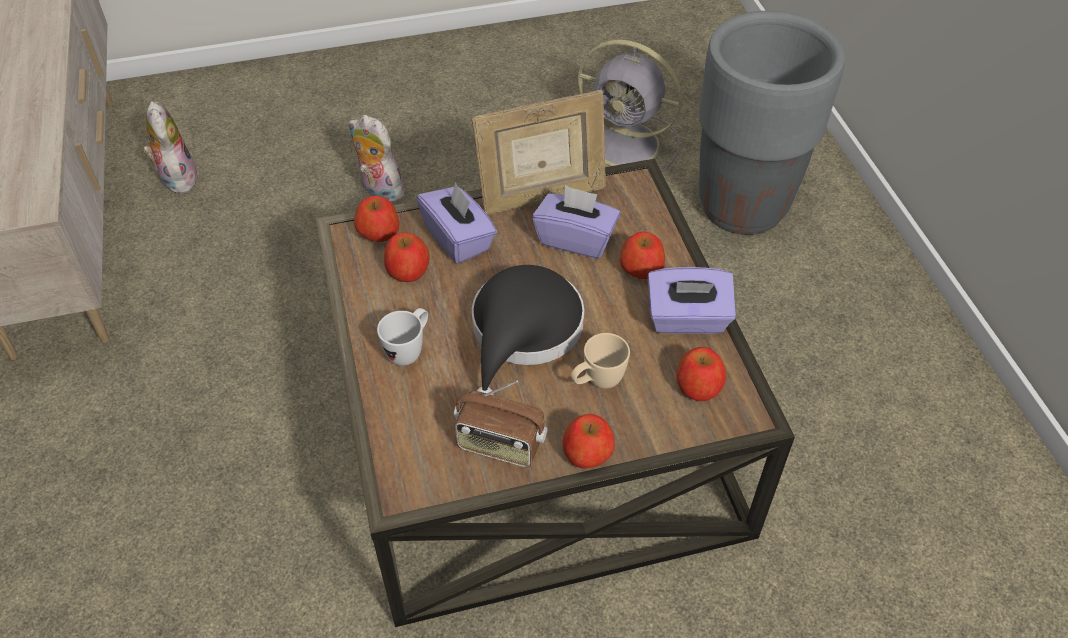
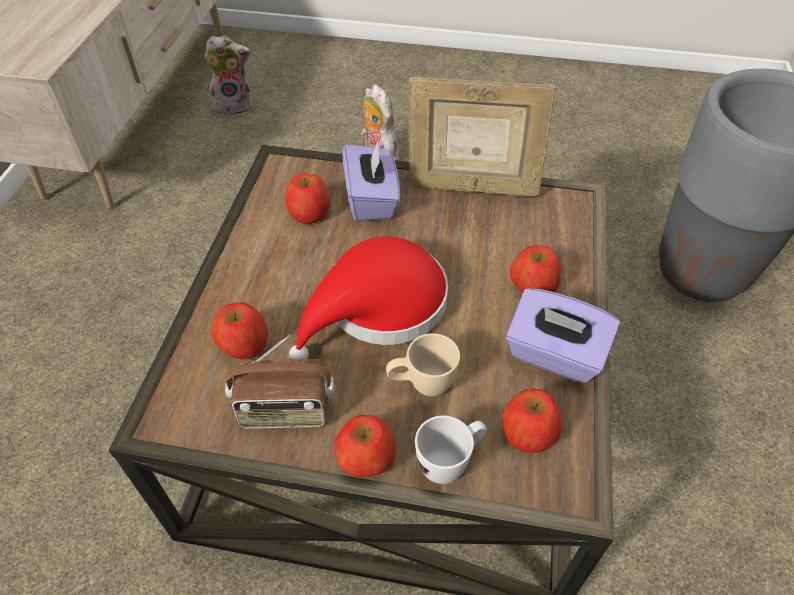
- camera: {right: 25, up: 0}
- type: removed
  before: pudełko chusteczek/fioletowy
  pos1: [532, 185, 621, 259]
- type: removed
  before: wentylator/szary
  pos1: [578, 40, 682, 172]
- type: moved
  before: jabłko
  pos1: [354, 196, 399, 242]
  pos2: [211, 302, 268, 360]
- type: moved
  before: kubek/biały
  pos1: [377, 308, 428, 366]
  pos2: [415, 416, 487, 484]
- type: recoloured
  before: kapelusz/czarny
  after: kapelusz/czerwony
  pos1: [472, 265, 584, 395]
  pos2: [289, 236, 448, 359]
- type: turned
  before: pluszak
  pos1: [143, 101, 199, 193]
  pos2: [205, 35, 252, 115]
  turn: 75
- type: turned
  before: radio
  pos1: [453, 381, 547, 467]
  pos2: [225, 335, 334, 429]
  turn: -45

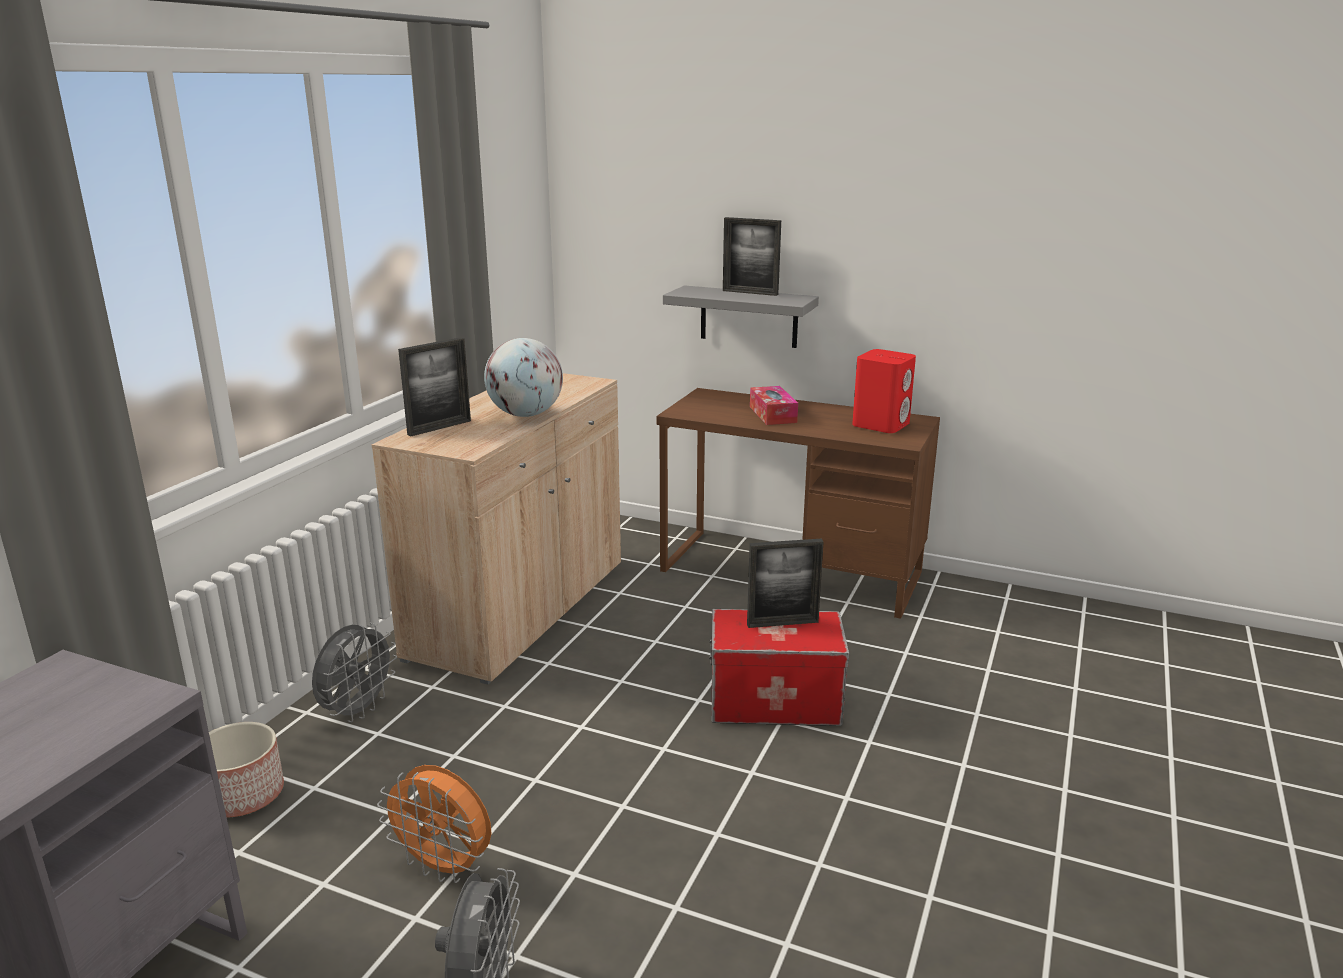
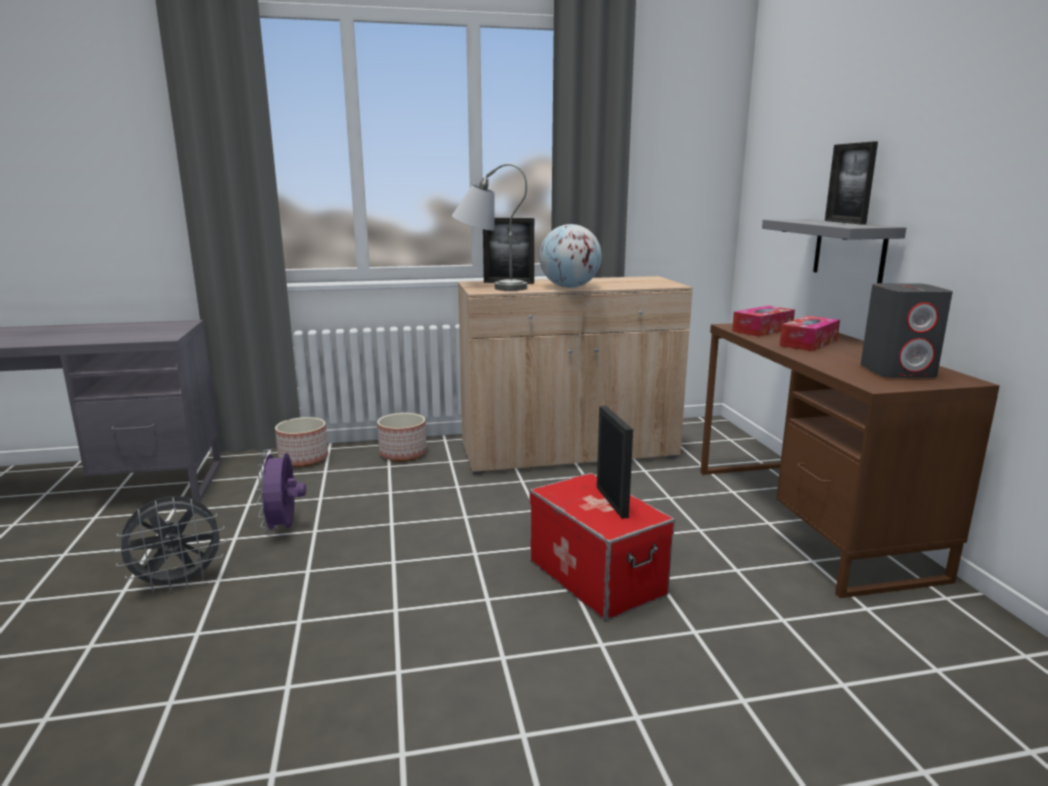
- camera: {right: 55, up: -5}
- type: added
  after: lampa stołowa/szary
  pos2: [452, 163, 527, 291]
- type: added
  after: pudełko chusteczek
  pos2: [732, 306, 795, 337]
- type: replaced
  before: wentylator/szary
  after: donica
  pos1: [312, 623, 397, 722]
  pos2: [377, 413, 427, 461]
- type: recoloured
  before: wentylator/pomarańczowy
  after: wentylator/fioletowy
  pos1: [377, 765, 492, 883]
  pos2: [256, 449, 306, 536]
- type: recoloured
  before: głośnik/czerwony
  after: głośnik/szary
  pos1: [852, 349, 916, 433]
  pos2: [861, 283, 953, 378]
- type: turned
  before: ramka na zdjęcie
  pos1: [747, 539, 823, 628]
  pos2: [597, 406, 633, 519]
  turn: -150

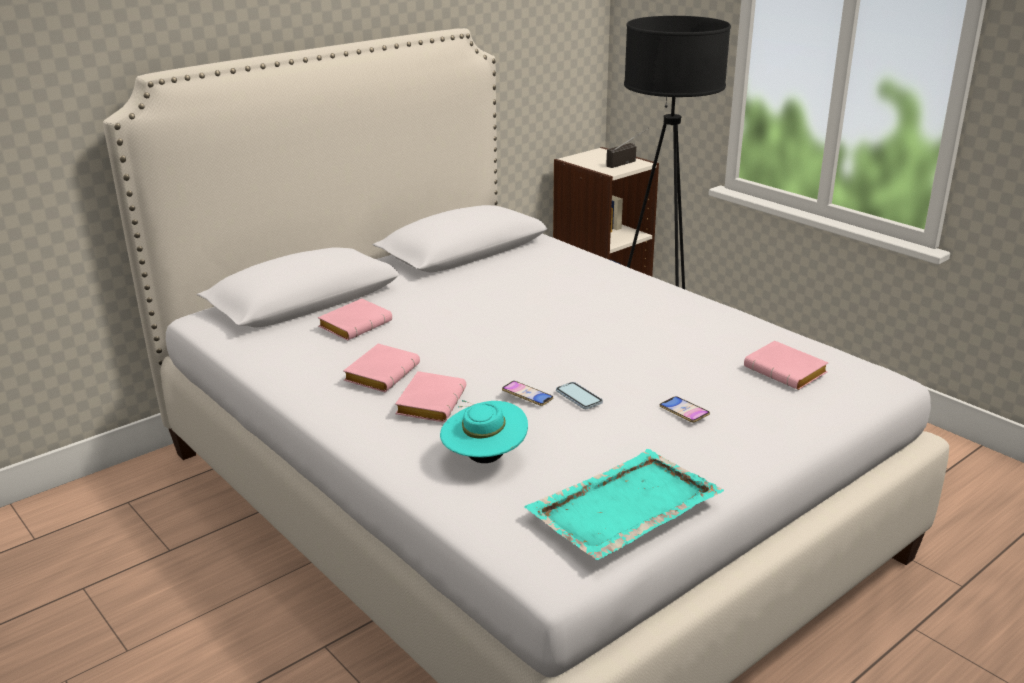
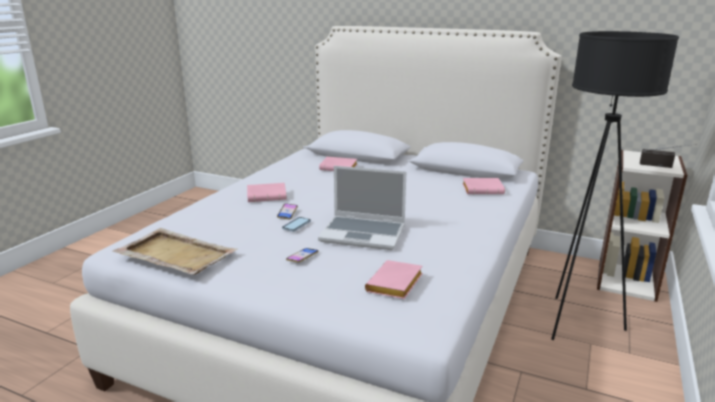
- camera: {right: 65, up: -5}
- type: removed
  before: kapelusz/turkusowy
  pos1: [440, 400, 528, 463]
- type: added
  after: laptop
  pos2: [318, 166, 406, 250]
- type: moved
  before: książka/różowy
  pos1: [343, 344, 420, 392]
  pos2: [462, 178, 505, 195]
- type: recoloured
  before: taca/turkusowy
  after: taca/beżowy
  pos1: [524, 449, 724, 560]
  pos2: [113, 228, 238, 274]

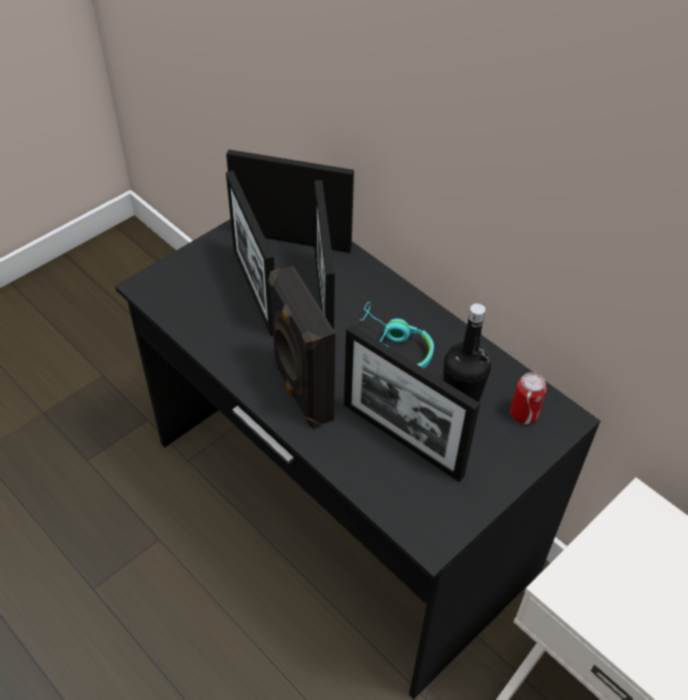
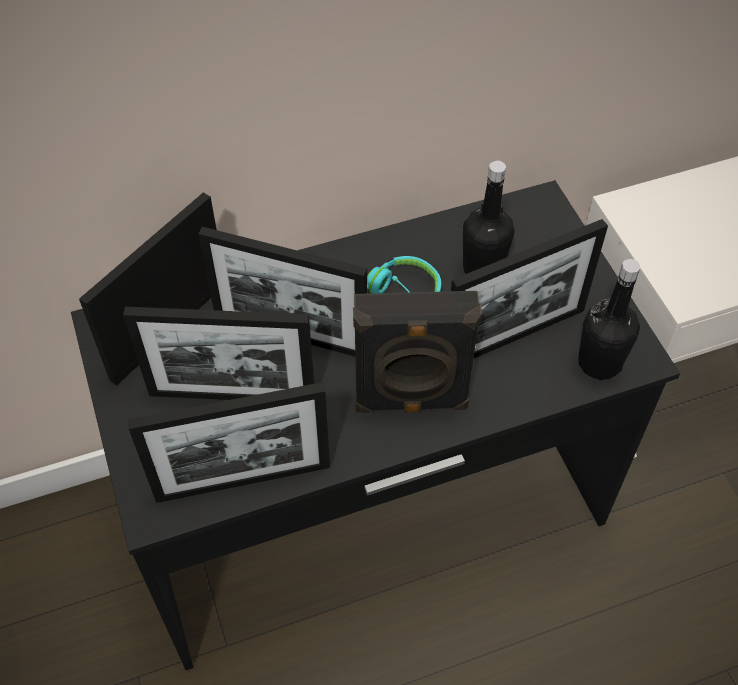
- camera: {right: -65, up: 5}
- type: removed
  before: puszka
  pos1: [510, 372, 547, 424]
- type: added
  after: ramka na zdjęcie
  pos2: [128, 382, 330, 503]
- type: added
  after: butelka/czarny
  pos2: [578, 259, 640, 380]

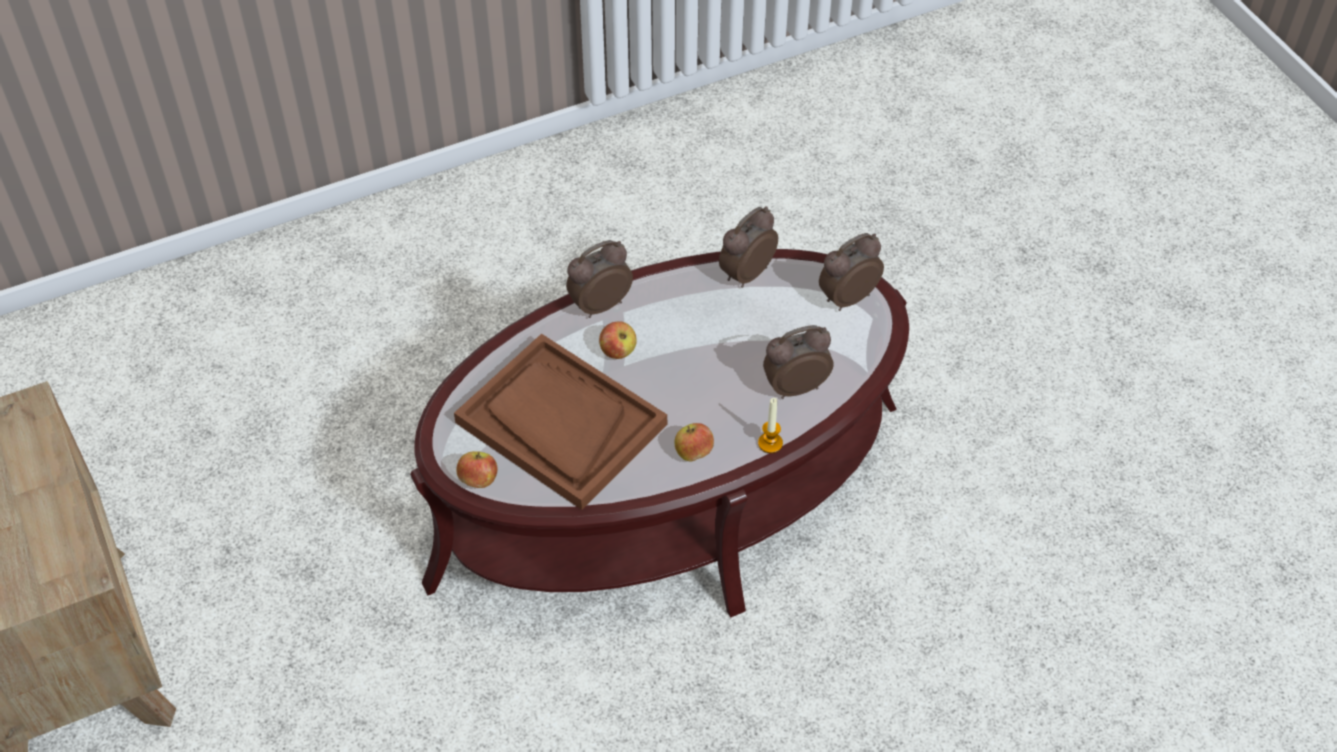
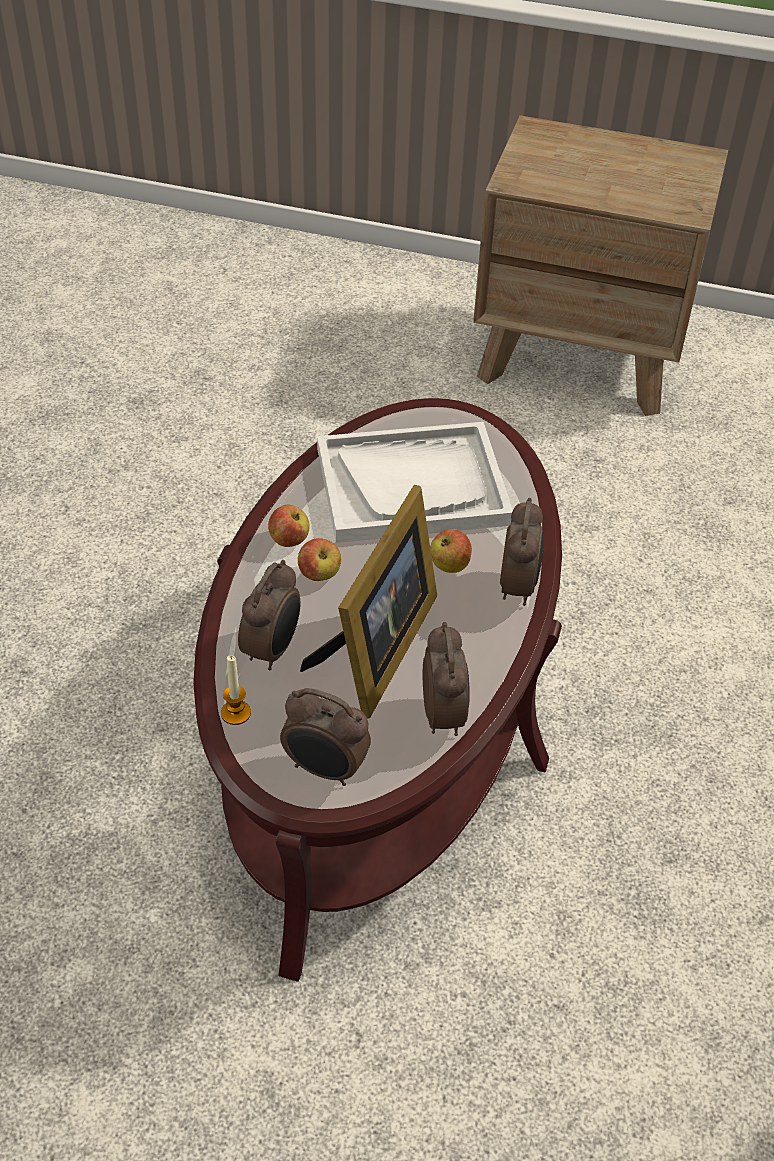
- camera: {right: 130, up: -5}
- type: added
  after: ramka na zdjęcie
  pos2: [300, 485, 437, 719]
- type: moved
  before: jabłko
  pos1: [456, 451, 497, 488]
  pos2: [298, 538, 341, 581]
- type: moved
  before: świeca
  pos1: [758, 398, 783, 453]
  pos2: [221, 655, 251, 725]
- type: recoloured
  before: taca/brązowy
  after: taca/biały
  pos1: [454, 334, 667, 510]
  pos2: [317, 422, 513, 543]
- type: turned
  before: budzik
  pos1: [819, 233, 884, 311]
  pos2: [280, 688, 371, 786]
  turn: 105

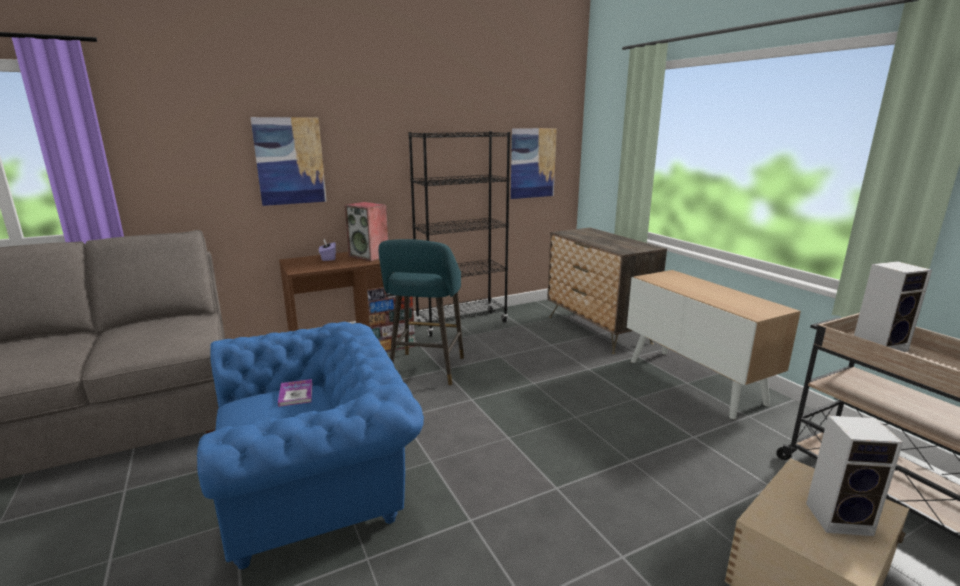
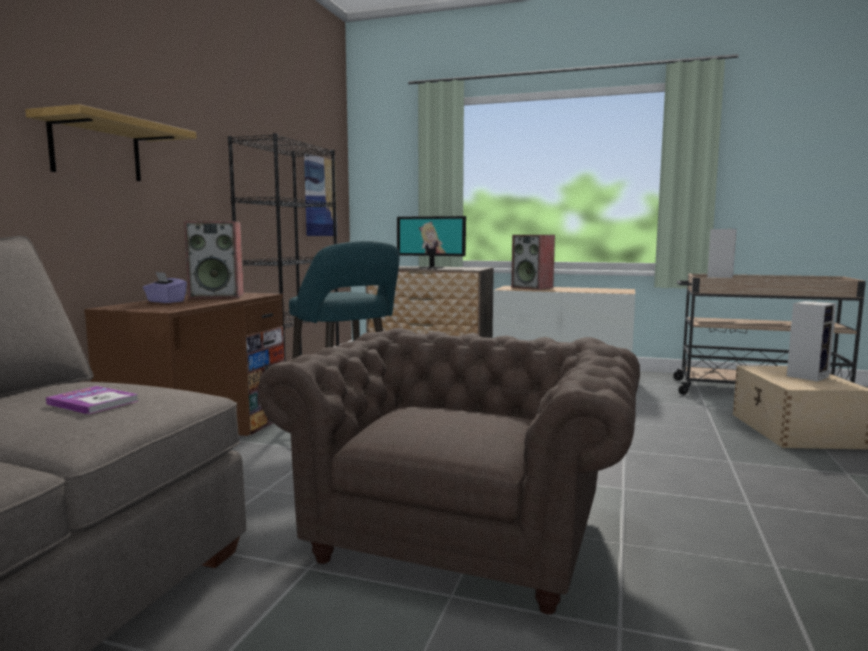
- camera: {right: -45, up: -10}
- type: added
  after: monitor
  pos2: [397, 216, 466, 268]
- type: added
  after: głośnik
  pos2: [511, 235, 555, 290]
- type: moved
  before: książka
  pos1: [278, 379, 312, 407]
  pos2: [46, 386, 138, 415]
- type: replaced
  before: obraz
  after: półka
  pos1: [250, 117, 327, 206]
  pos2: [25, 104, 197, 181]
- type: recoloured
  before: fotel/niebieski
  after: fotel/brązowy
  pos1: [197, 322, 424, 569]
  pos2: [258, 328, 640, 614]

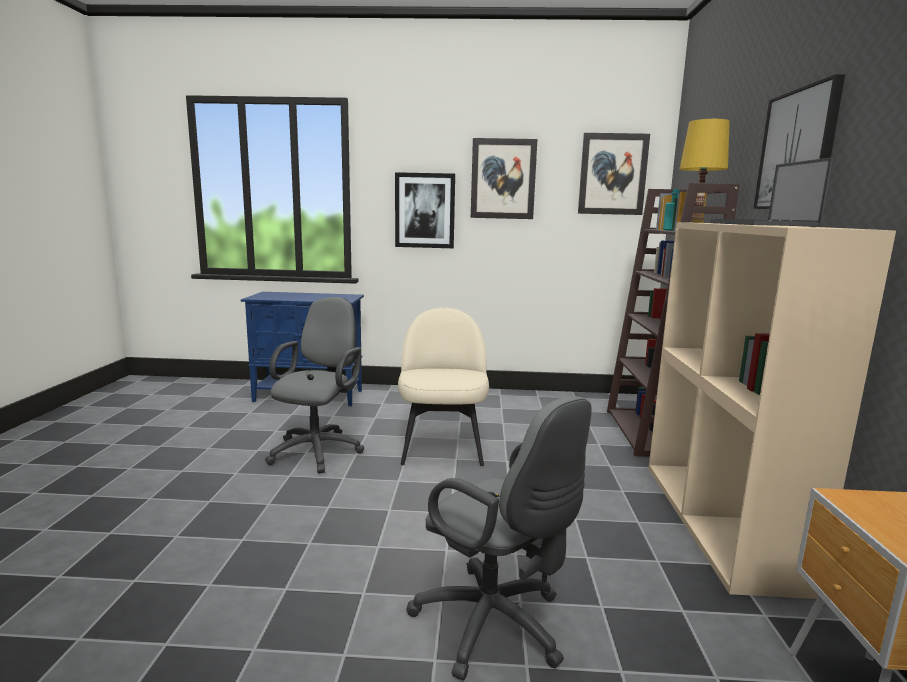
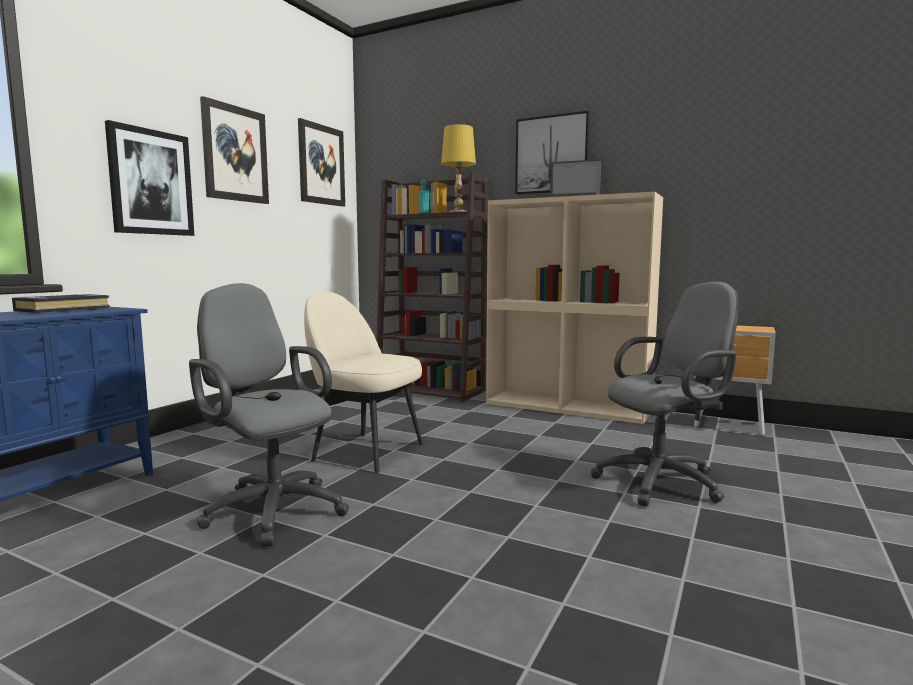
- camera: {right: -65, up: -5}
- type: added
  after: książka/czarny
  pos2: [12, 294, 110, 313]

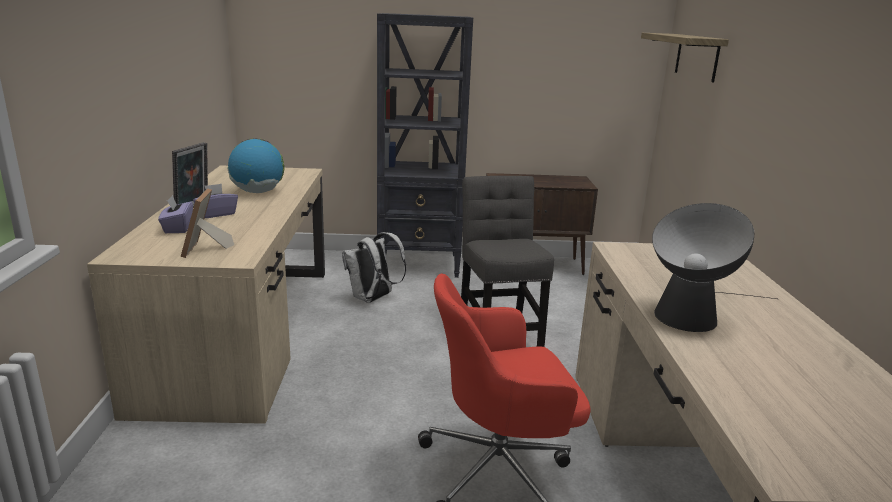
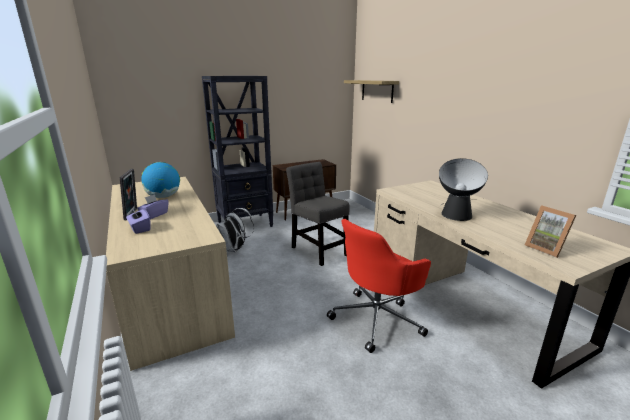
- camera: {right: -25, up: 0}
- type: moved
  before: ramka na zdjęcie
  pos1: [181, 188, 234, 258]
  pos2: [525, 205, 576, 258]

